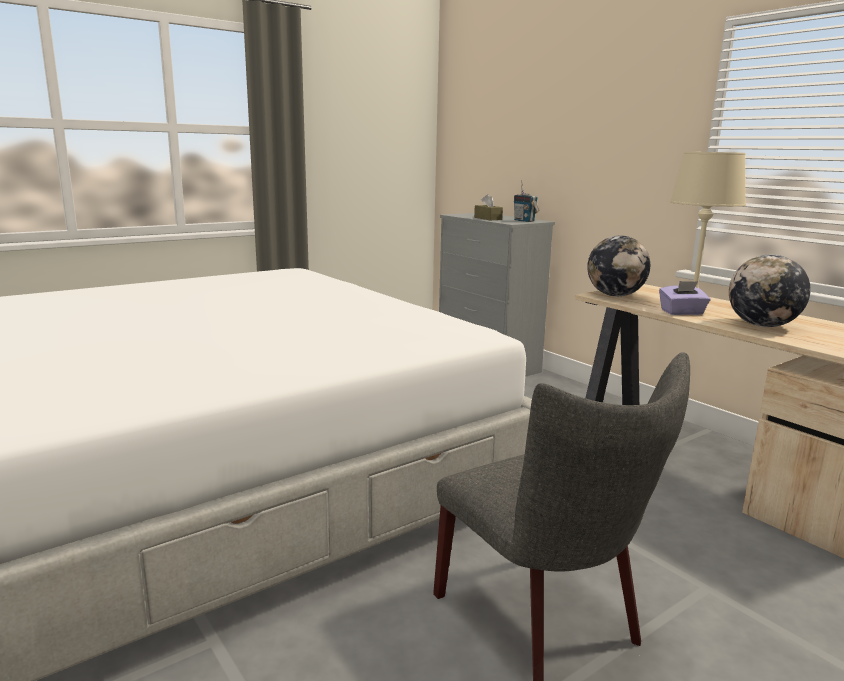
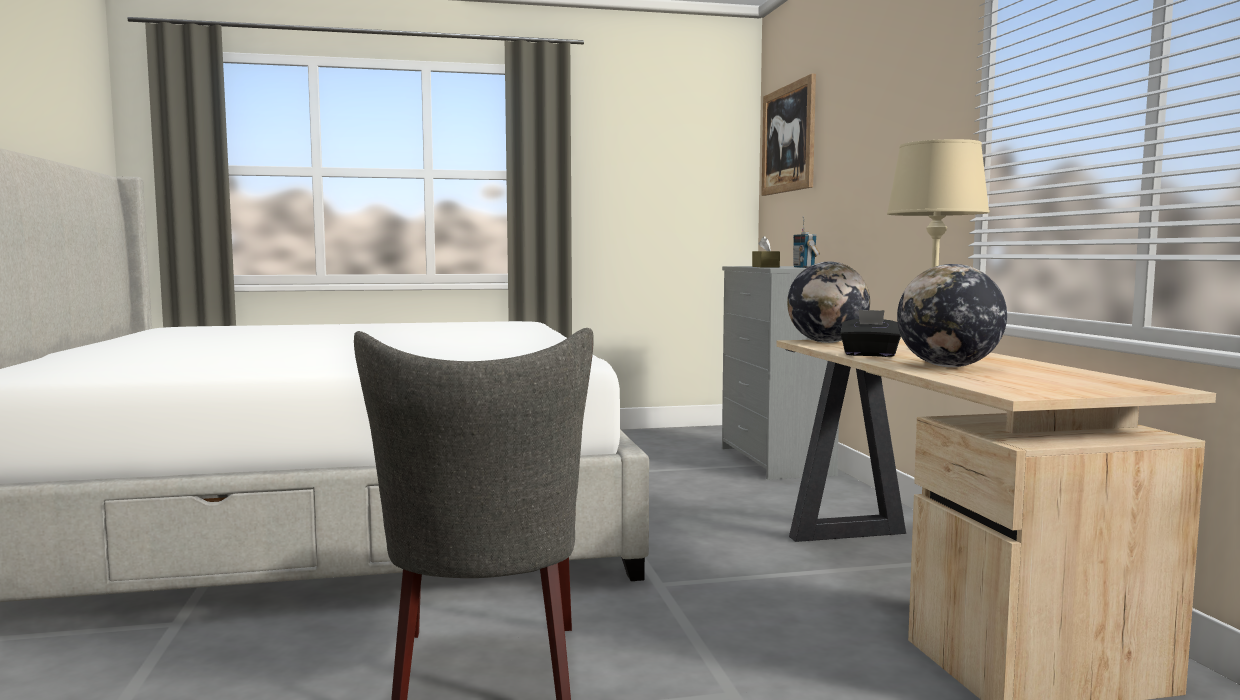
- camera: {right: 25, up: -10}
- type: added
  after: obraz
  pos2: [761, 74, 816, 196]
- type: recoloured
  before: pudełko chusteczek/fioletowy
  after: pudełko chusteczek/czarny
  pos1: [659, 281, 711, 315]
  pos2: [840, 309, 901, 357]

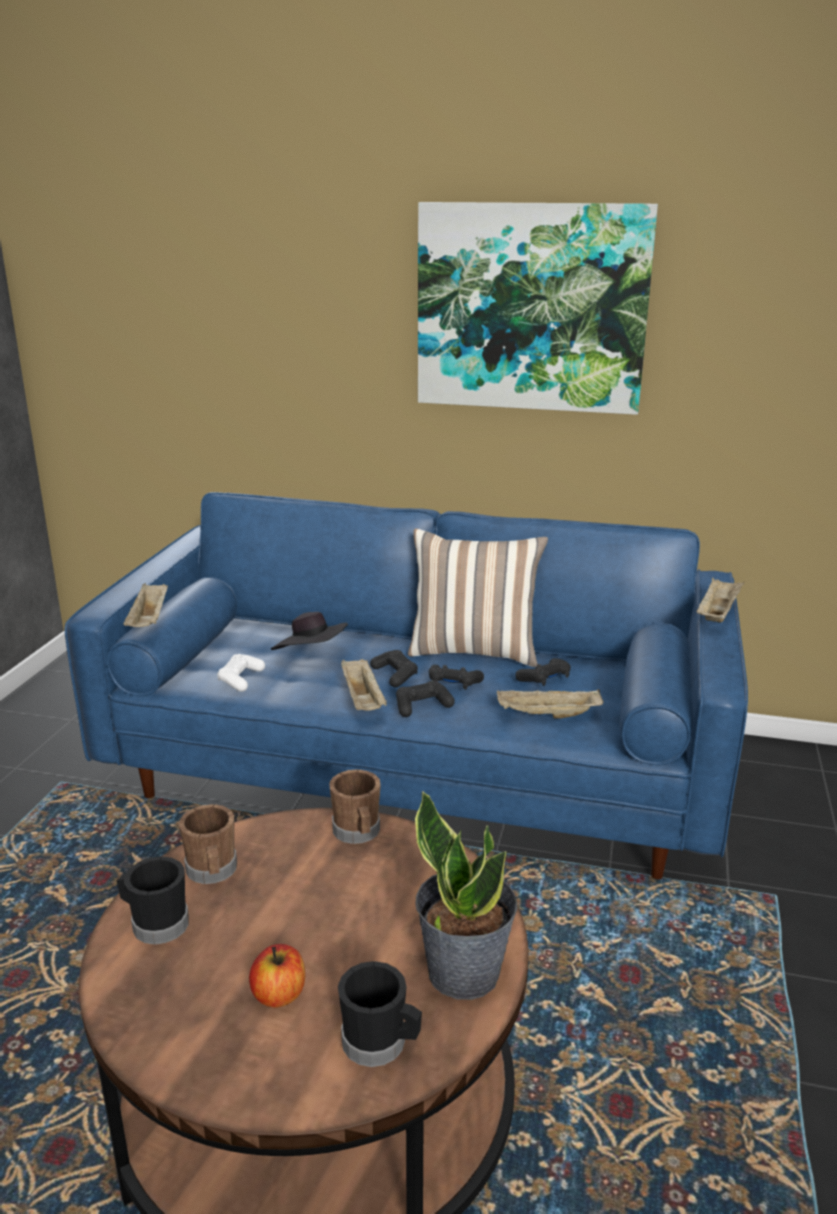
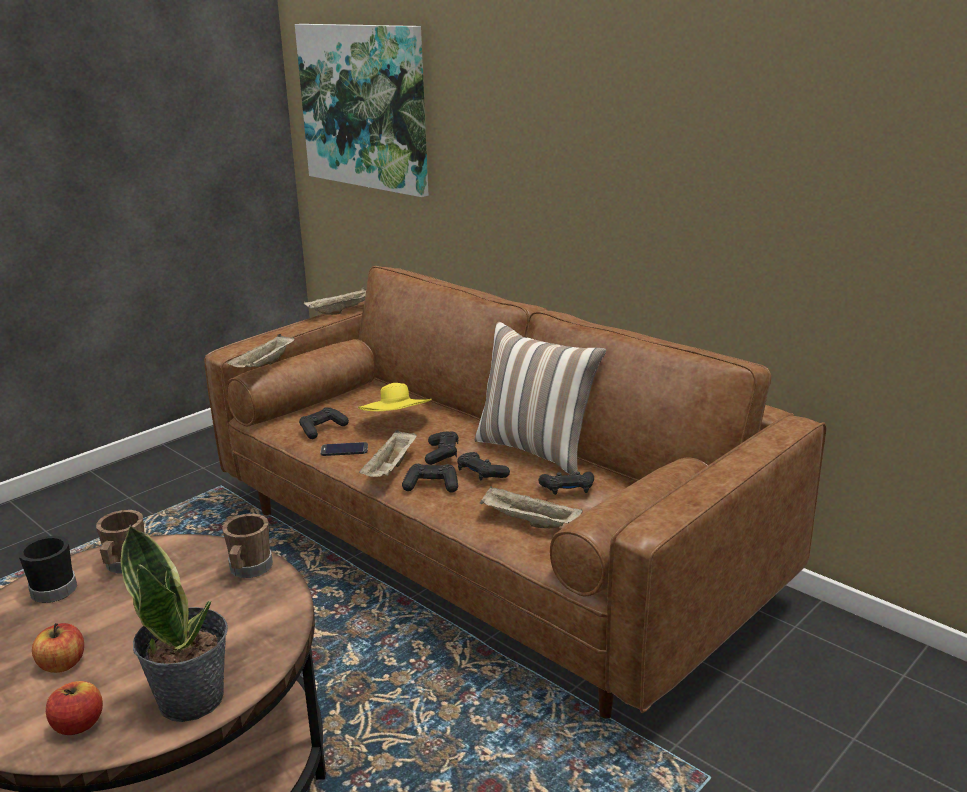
- camera: {right: 30, up: 0}
- type: added
  after: telefon
  pos2: [320, 442, 368, 456]
- type: moved
  before: obraz
  pos1: [418, 202, 658, 415]
  pos2: [295, 24, 429, 197]
- type: moved
  before: taca/beżowy
  pos1: [696, 577, 744, 622]
  pos2: [304, 287, 366, 315]
- type: replaced
  before: kubek/czarny
  after: jabłko
  pos1: [338, 961, 422, 1067]
  pos2: [46, 681, 103, 735]
- type: recoloured
  before: kanapa/niebieski
  after: kanapa/brązowy
  pos1: [64, 492, 748, 879]
  pos2: [204, 266, 826, 718]
- type: recoloured
  before: pad do gier/biały
  after: pad do gier/czarny
  pos1: [217, 654, 265, 692]
  pos2: [299, 407, 349, 439]
- type: recoloured
  before: kapelusz/czarny
  after: kapelusz/żółty
  pos1: [271, 612, 348, 650]
  pos2: [358, 383, 432, 411]

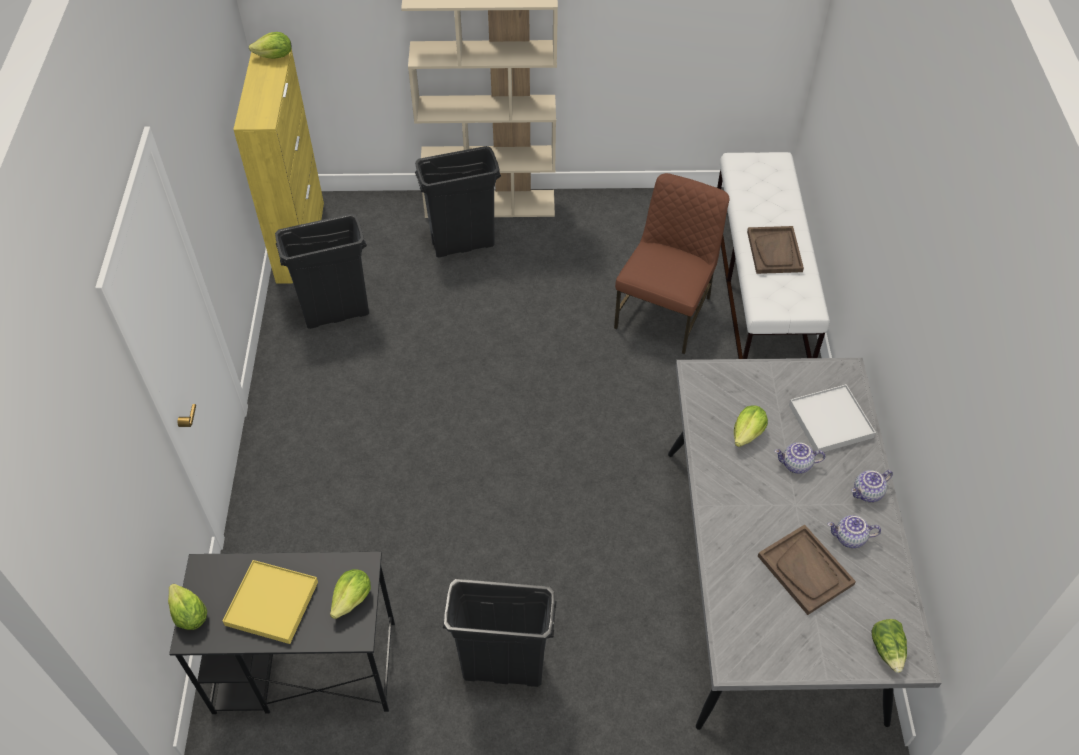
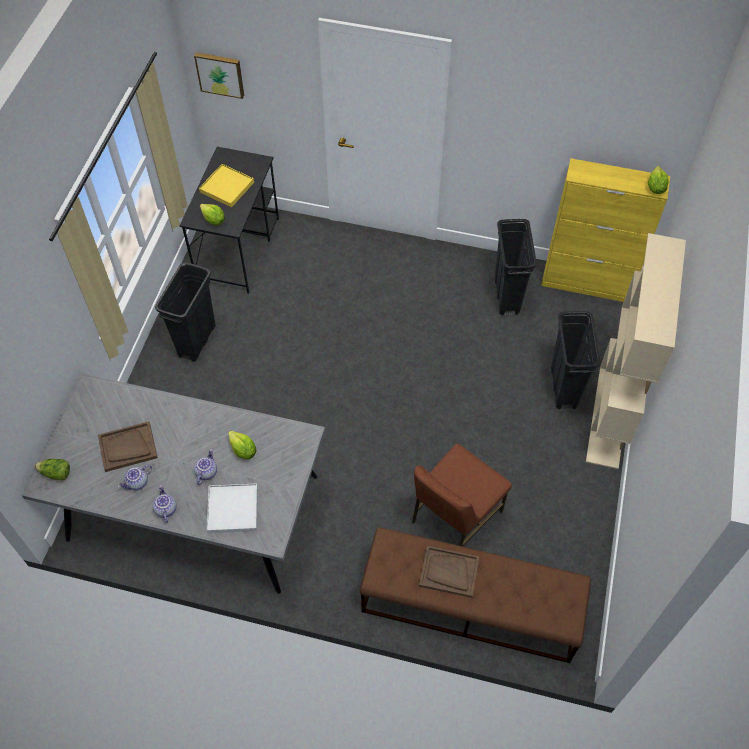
- camera: {right: 105, up: 5}
- type: removed
  before: sałata
  pos1: [168, 584, 207, 630]
- type: added
  after: obraz
  pos2: [194, 52, 244, 99]
- type: recoloured
  before: ławka/biały
  after: ławka/brązowy
  pos1: [717, 152, 830, 359]
  pos2: [360, 527, 591, 663]
- type: turned
  before: krzesło/brązowy
  pos1: [614, 173, 730, 355]
  pos2: [412, 444, 512, 546]
  turn: 90
- type: turned
  before: imbryk
  pos1: [828, 515, 881, 548]
  pos2: [118, 465, 152, 490]
  turn: -150

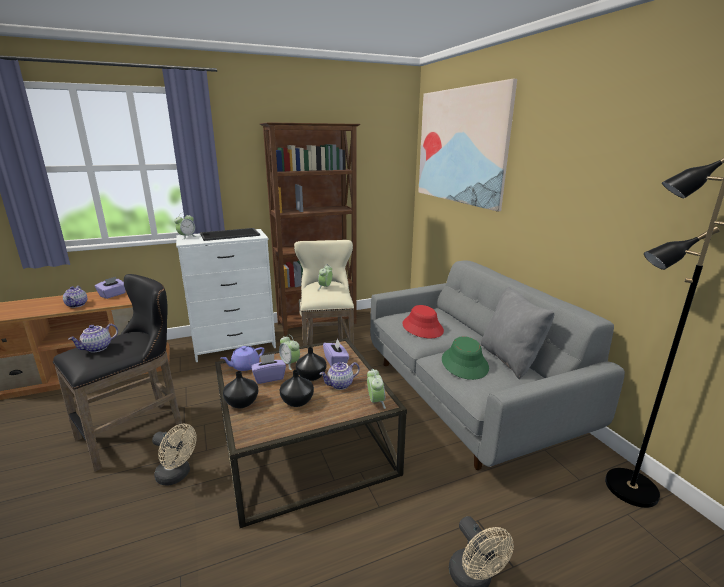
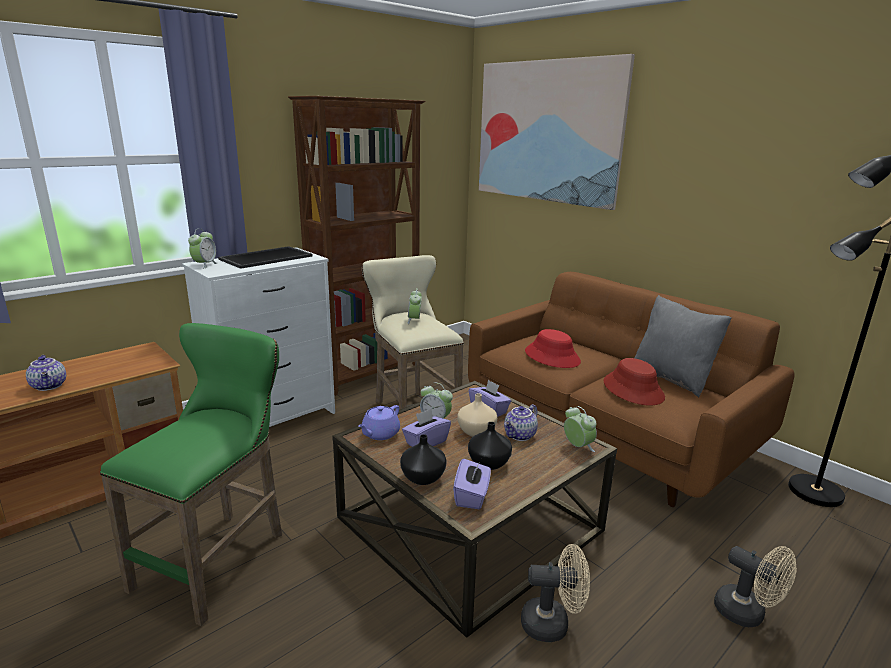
- camera: {right: -20, up: 0}
- type: removed
  before: imbryk
  pos1: [68, 324, 118, 353]
- type: moved
  before: pudełko chusteczek/fioletowy
  pos1: [95, 277, 126, 299]
  pos2: [453, 459, 491, 509]
- type: moved
  before: wentylator/beżowy
  pos1: [152, 424, 197, 486]
  pos2: [521, 544, 590, 642]
- type: recoloured
  before: stołek/czarny
  after: stołek/zielony
  pos1: [53, 274, 182, 472]
  pos2: [100, 323, 282, 626]
- type: recoloured
  before: wazon/czarny
  after: wazon/beżowy
  pos1: [296, 347, 326, 381]
  pos2: [458, 393, 497, 437]
- type: recoloured
  before: kanapa/szary
  after: kanapa/brązowy
  pos1: [370, 261, 625, 470]
  pos2: [468, 272, 795, 507]
- type: recoloured
  before: kapelusz/zielony
  after: kapelusz/czerwony
  pos1: [442, 336, 489, 380]
  pos2: [603, 358, 665, 406]

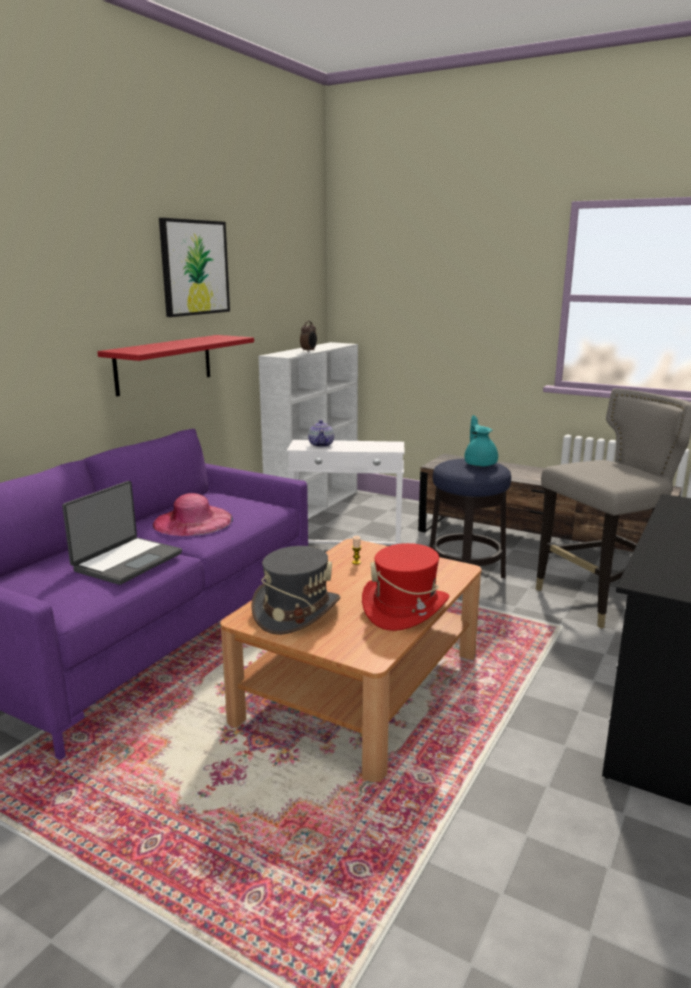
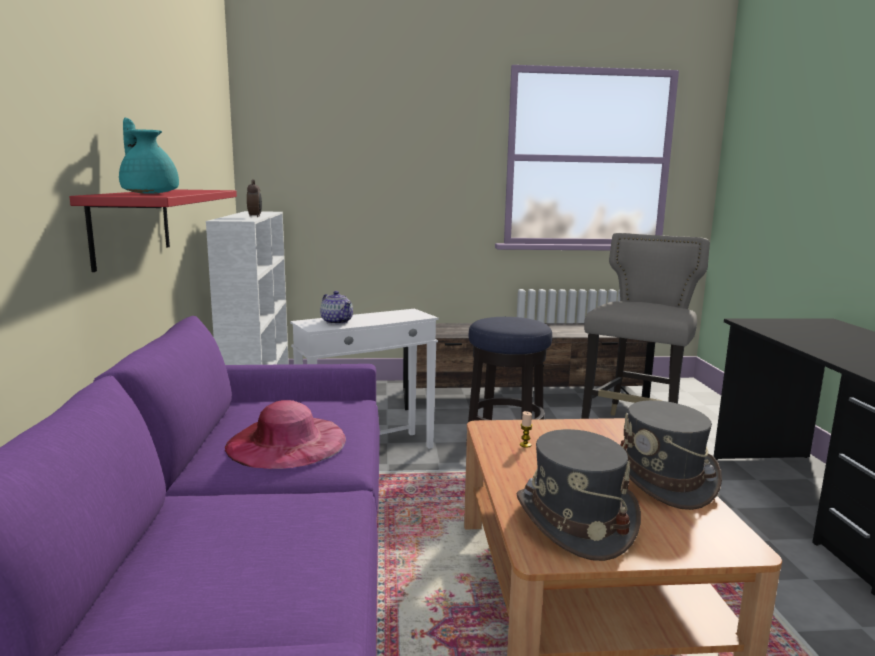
- camera: {right: -35, up: -5}
- type: removed
  before: laptop
  pos1: [62, 481, 182, 585]
- type: removed
  before: obraz
  pos1: [159, 218, 230, 317]
- type: moved
  before: imbryk/turkusowy
  pos1: [464, 415, 498, 467]
  pos2: [119, 117, 179, 194]
- type: recoloured
  before: kapelusz/czerwony
  after: kapelusz/szary
  pos1: [362, 543, 450, 631]
  pos2: [620, 400, 722, 510]

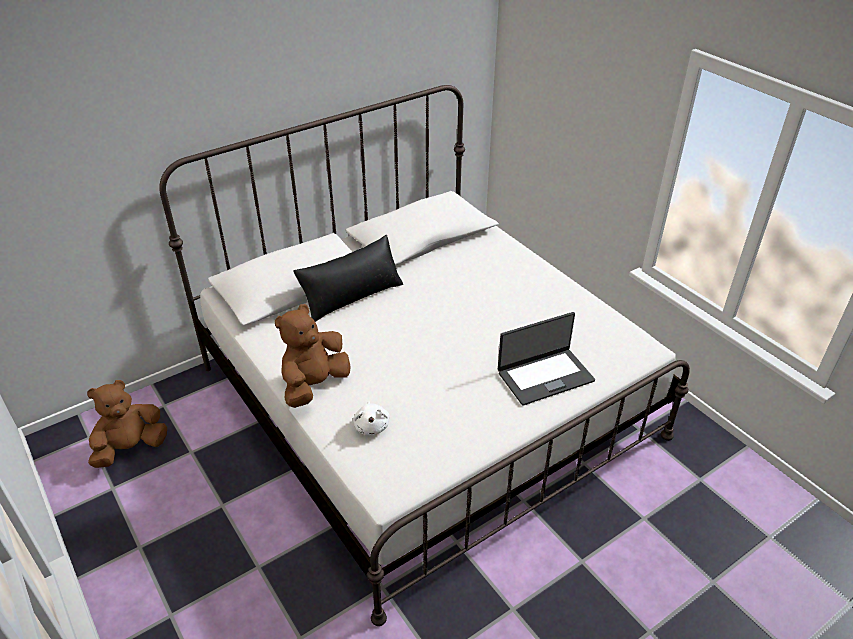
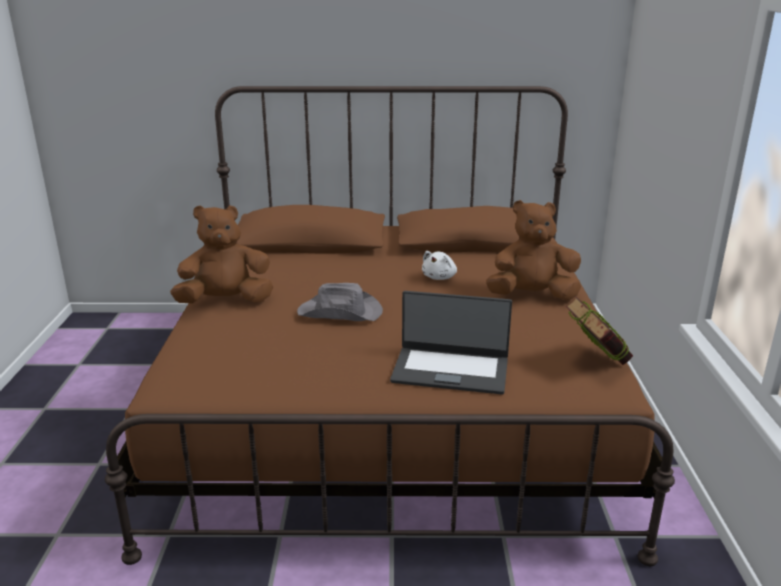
- camera: {right: 35, up: -15}
- type: removed
  before: poduszka/czarny
  pos1: [293, 235, 403, 322]
- type: added
  after: kapelusz/szary
  pos2: [297, 283, 383, 321]
- type: added
  after: książka
  pos2: [566, 297, 633, 365]
- type: moved
  before: pluszak/brązowy
  pos1: [87, 380, 167, 468]
  pos2: [486, 200, 581, 300]
- type: moved
  before: pluszak/biały
  pos1: [353, 401, 390, 435]
  pos2: [422, 251, 457, 280]
- type: recoloured
  before: łóżko/biały
  after: łóżko/brązowy
  pos1: [159, 85, 690, 626]
  pos2: [105, 86, 675, 566]

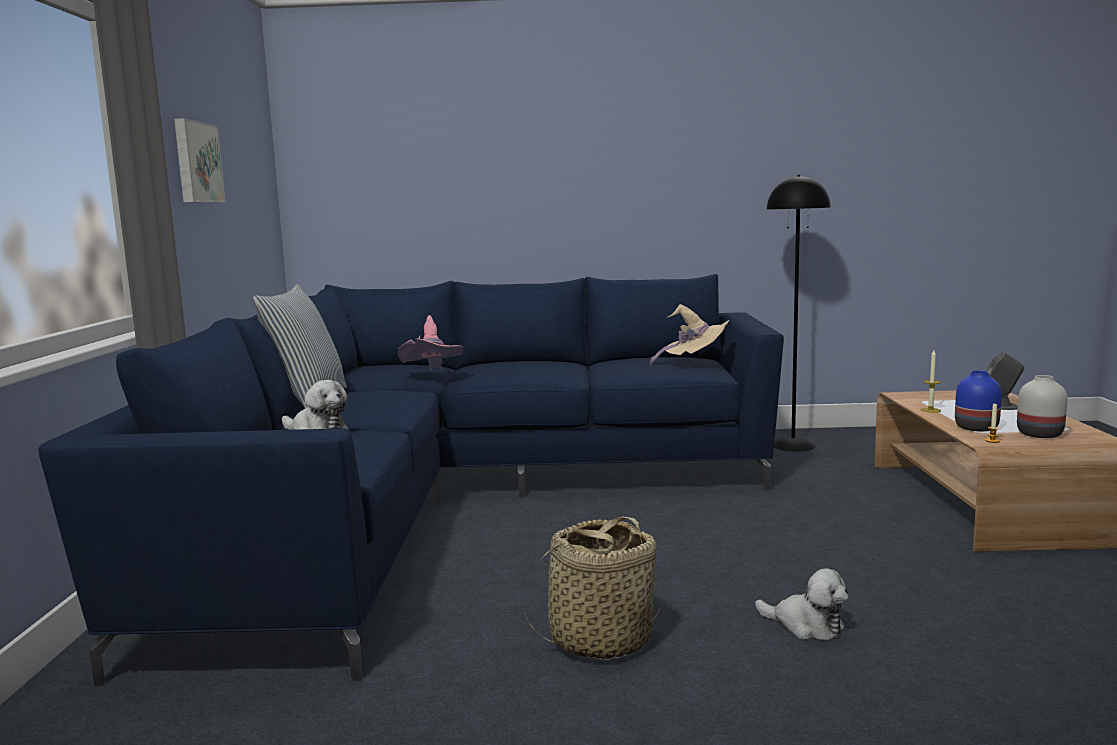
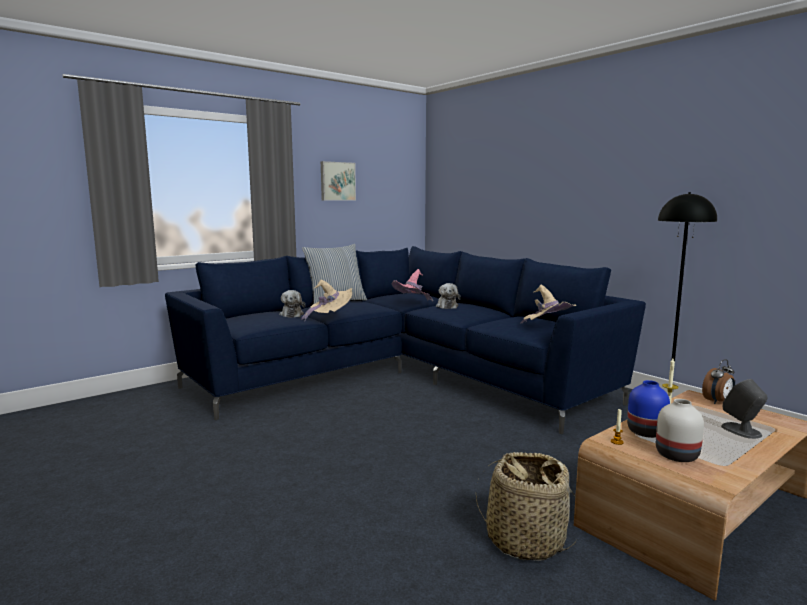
- camera: {right: 50, up: 0}
- type: added
  after: kapelusz/beżowy
  pos2: [301, 280, 352, 322]
- type: added
  after: budzik
  pos2: [702, 359, 735, 404]
- type: moved
  before: koszyk
  pos1: [523, 517, 662, 660]
  pos2: [476, 452, 576, 561]
- type: moved
  before: pluszak
  pos1: [755, 568, 849, 640]
  pos2: [436, 283, 461, 309]

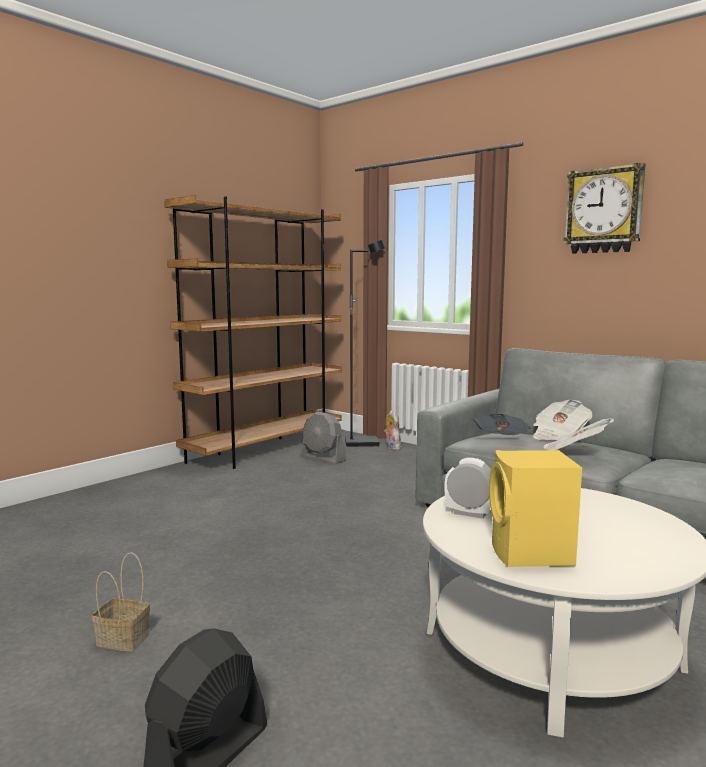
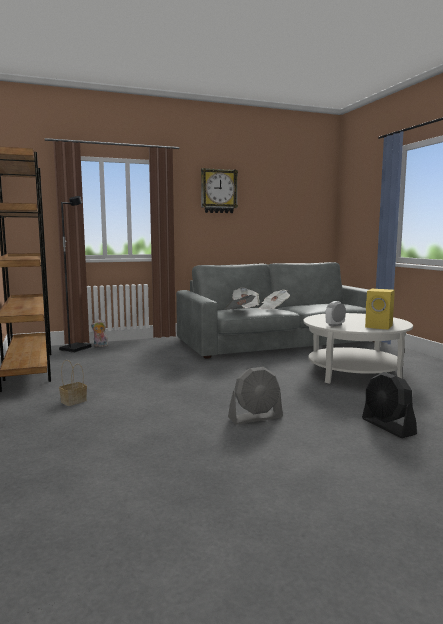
- camera: {right: -60, up: 0}
- type: moved
  before: koszyk
  pos1: [92, 552, 150, 651]
  pos2: [59, 360, 87, 406]
- type: moved
  before: wentylator/szary
  pos1: [301, 411, 347, 464]
  pos2: [228, 367, 283, 424]

